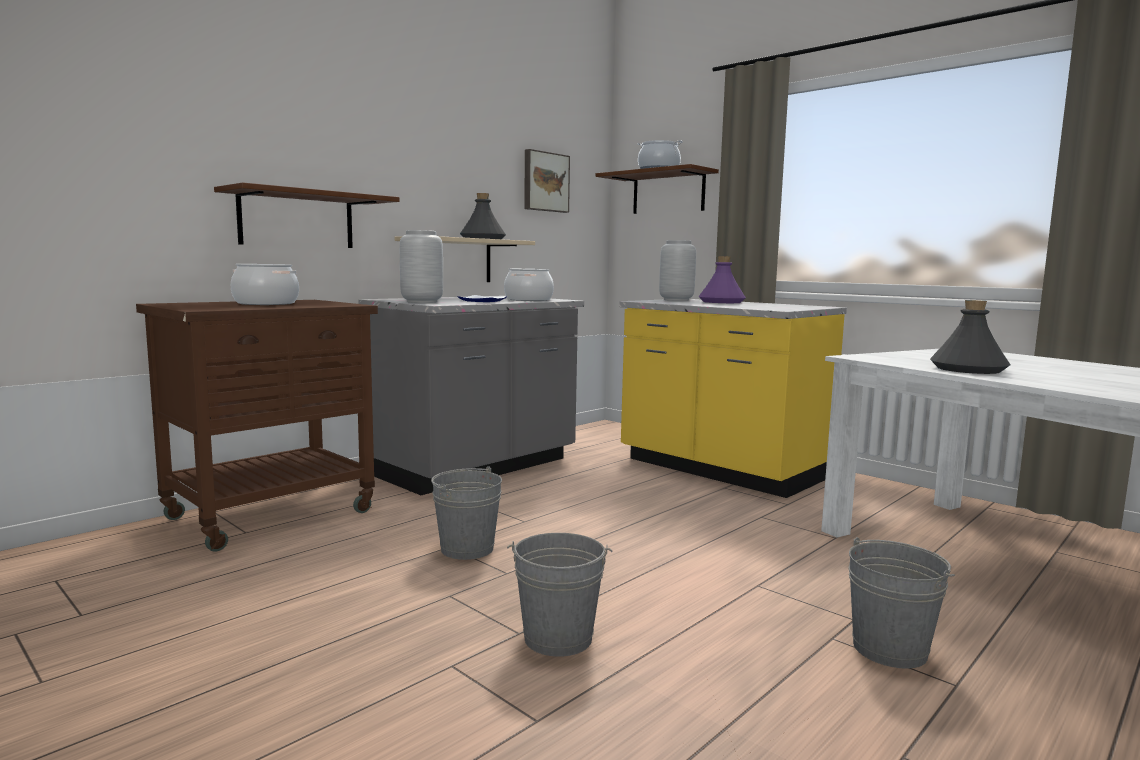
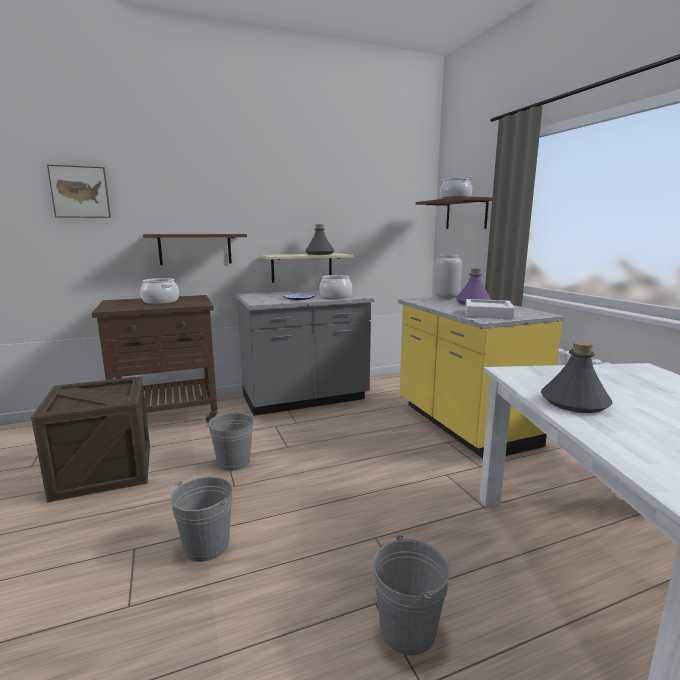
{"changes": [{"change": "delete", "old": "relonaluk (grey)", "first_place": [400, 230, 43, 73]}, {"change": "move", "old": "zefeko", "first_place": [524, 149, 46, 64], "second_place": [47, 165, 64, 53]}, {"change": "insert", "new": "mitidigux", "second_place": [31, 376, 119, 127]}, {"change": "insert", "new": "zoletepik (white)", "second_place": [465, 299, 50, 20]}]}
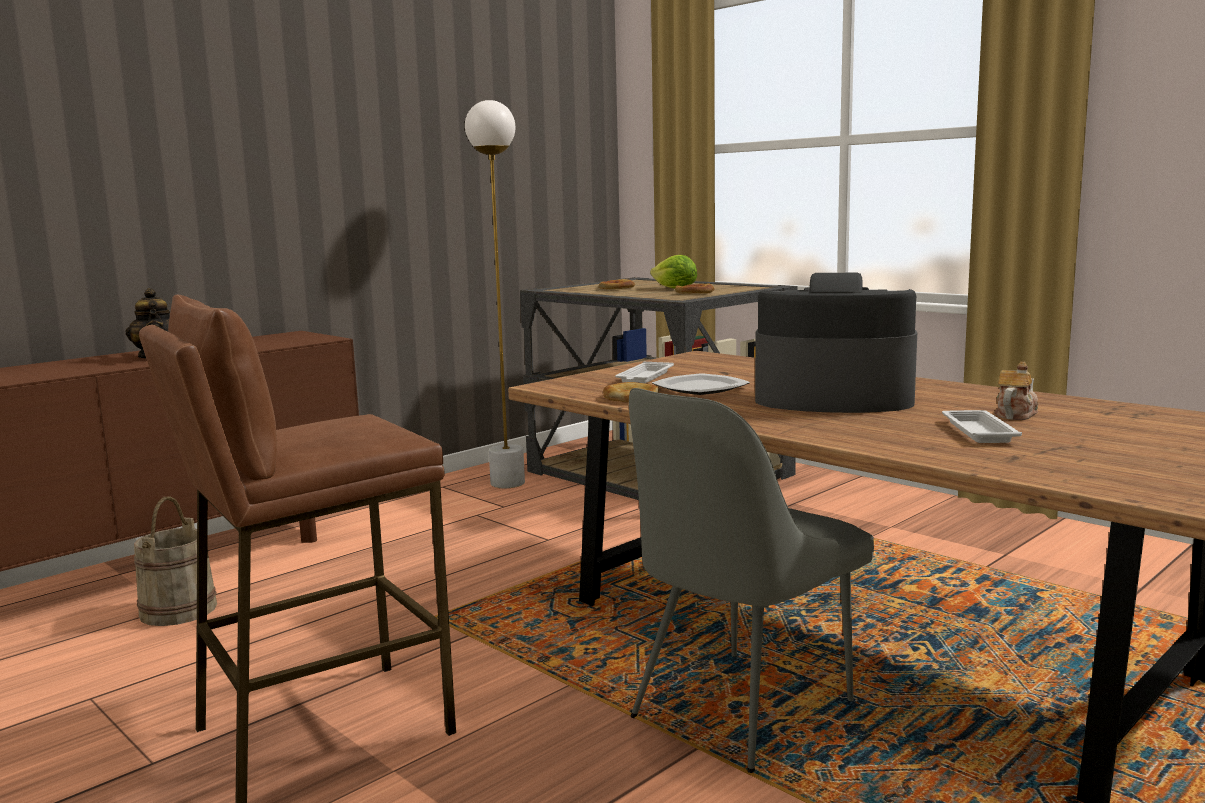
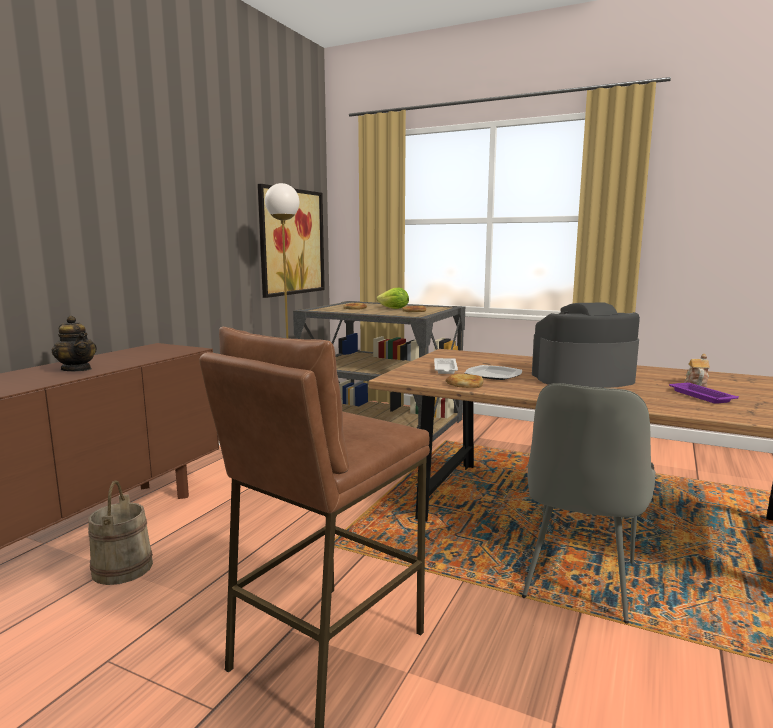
{"changes": [{"change": "recolor", "old": "zoletepik (white)", "new": "zoletepik (purple)", "first_place": [942, 410, 80, 33], "second_place": [669, 383, 70, 21]}, {"change": "insert", "new": "zefeko", "second_place": [258, 184, 67, 114]}]}
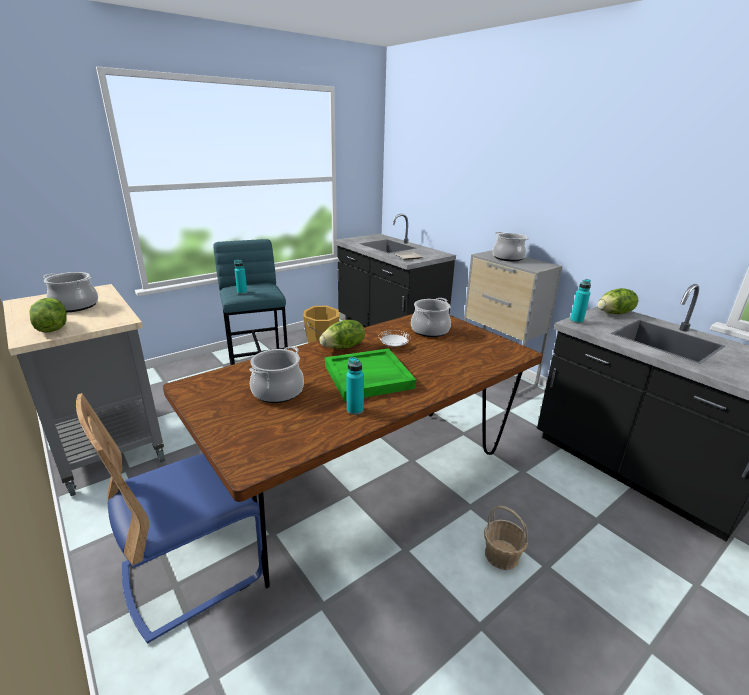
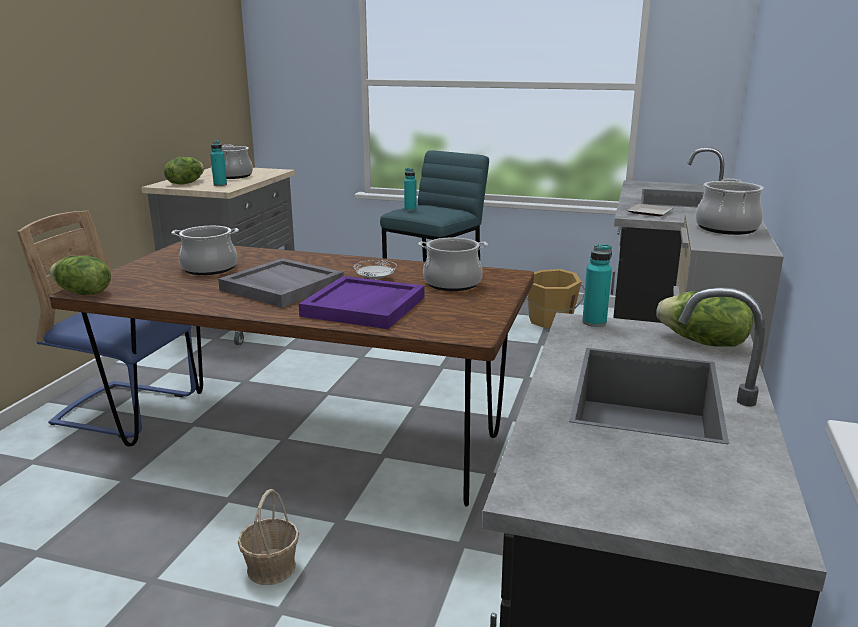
{"changes": [{"change": "move", "old": "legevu", "first_place": [319, 320, 46, 29], "second_place": [49, 255, 62, 40]}, {"change": "recolor", "old": "zoletepik (green)", "new": "zoletepik (grey)", "first_place": [325, 348, 91, 53], "second_place": [218, 258, 126, 50]}, {"change": "move", "old": "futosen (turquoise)", "first_place": [346, 357, 18, 58], "second_place": [210, 140, 17, 46]}, {"change": "insert", "new": "zoletepik (purple)", "second_place": [299, 276, 126, 53]}]}
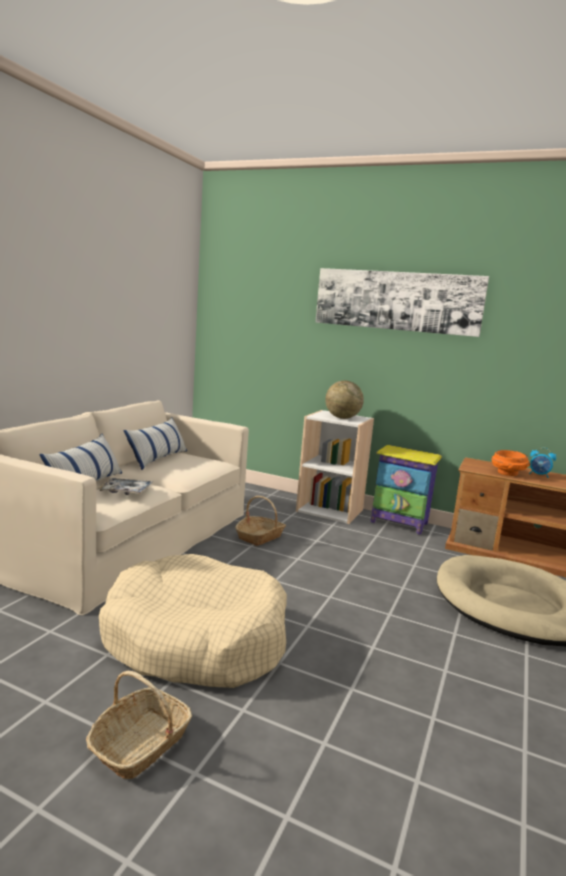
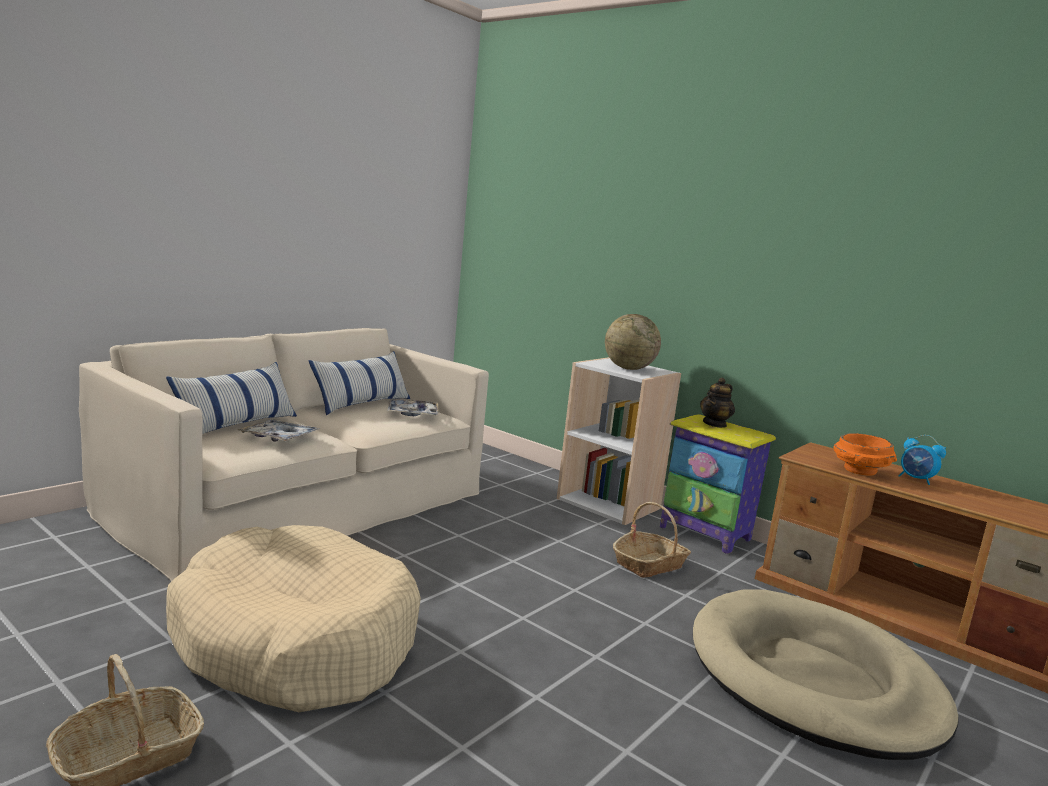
{"changes": [{"change": "move", "old": "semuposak", "first_place": [235, 496, 51, 50], "second_place": [613, 502, 78, 76]}, {"change": "delete", "old": "zefeko", "first_place": [315, 268, 174, 69]}, {"change": "insert", "new": "zoletepik", "second_place": [387, 399, 51, 17]}, {"change": "insert", "new": "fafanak", "second_place": [700, 377, 35, 51]}]}
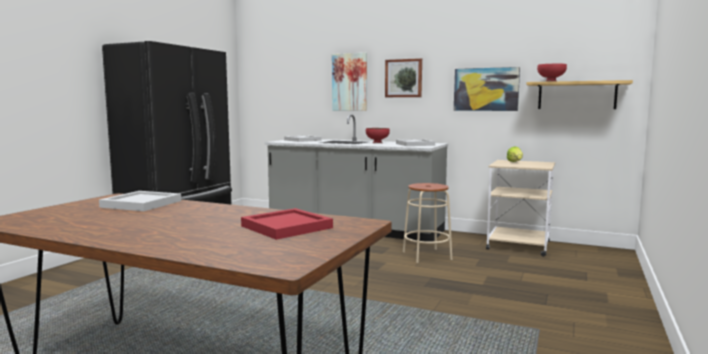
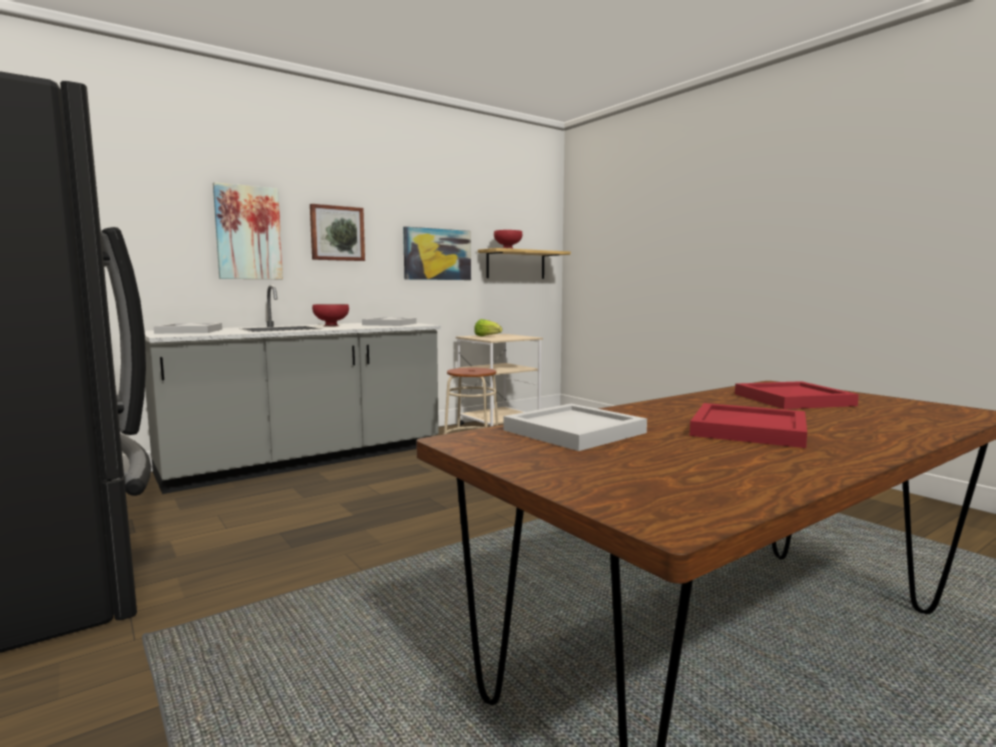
{"changes": [{"change": "insert", "new": "zoletepik (red)", "second_place": [690, 403, 117, 45]}]}
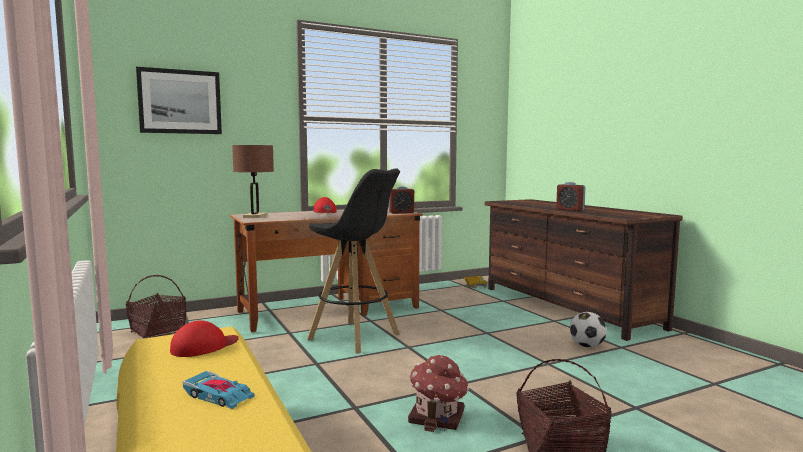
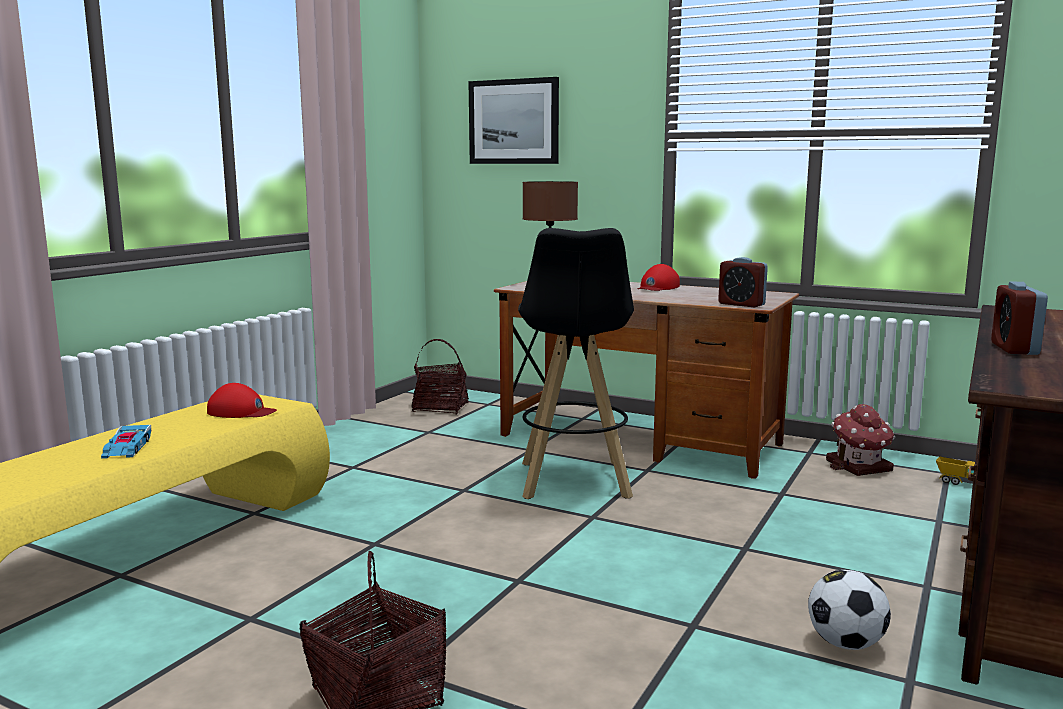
{"changes": [{"change": "move", "old": "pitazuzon", "first_place": [408, 355, 61, 77], "second_place": [826, 404, 69, 72]}]}
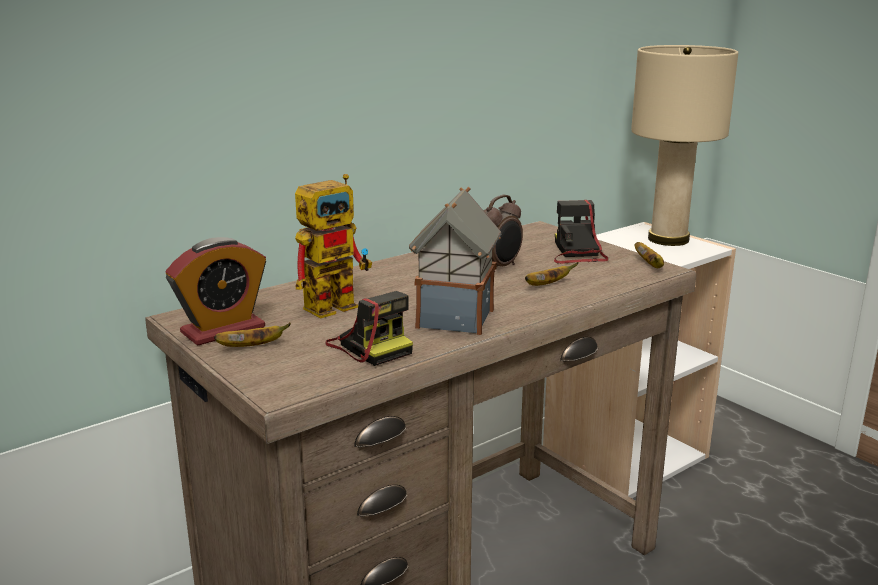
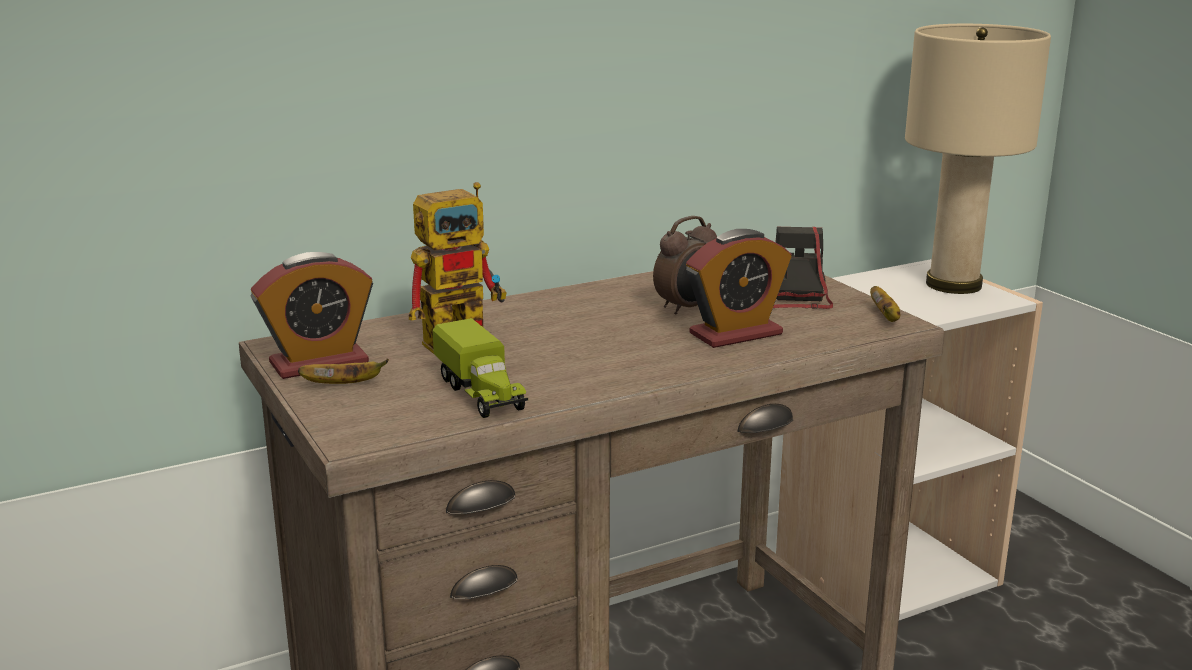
{"changes": [{"change": "replace", "old": "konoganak", "new": "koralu", "first_place": [325, 291, 88, 75], "second_place": [433, 318, 95, 100]}, {"change": "delete", "old": "pitazuzon", "first_place": [409, 187, 92, 148]}, {"change": "replace", "old": "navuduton", "new": "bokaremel", "first_place": [525, 262, 54, 24], "second_place": [686, 229, 106, 119]}]}
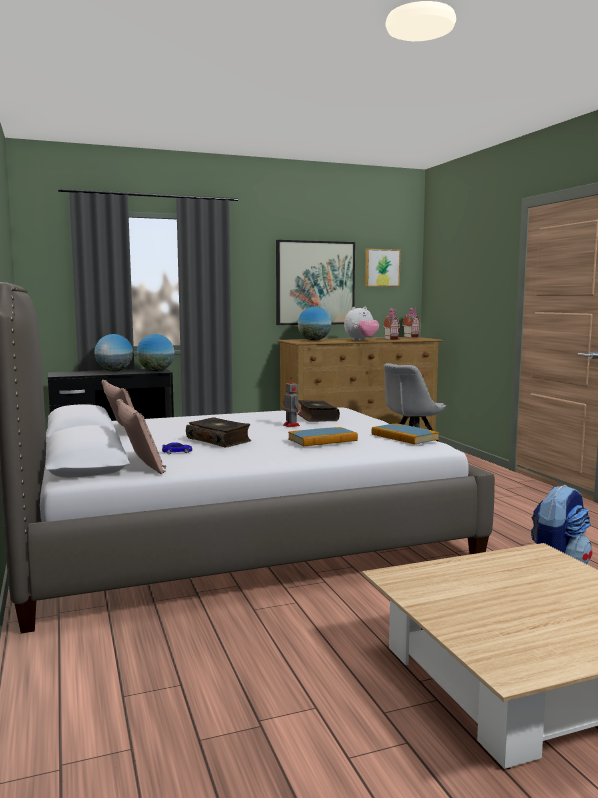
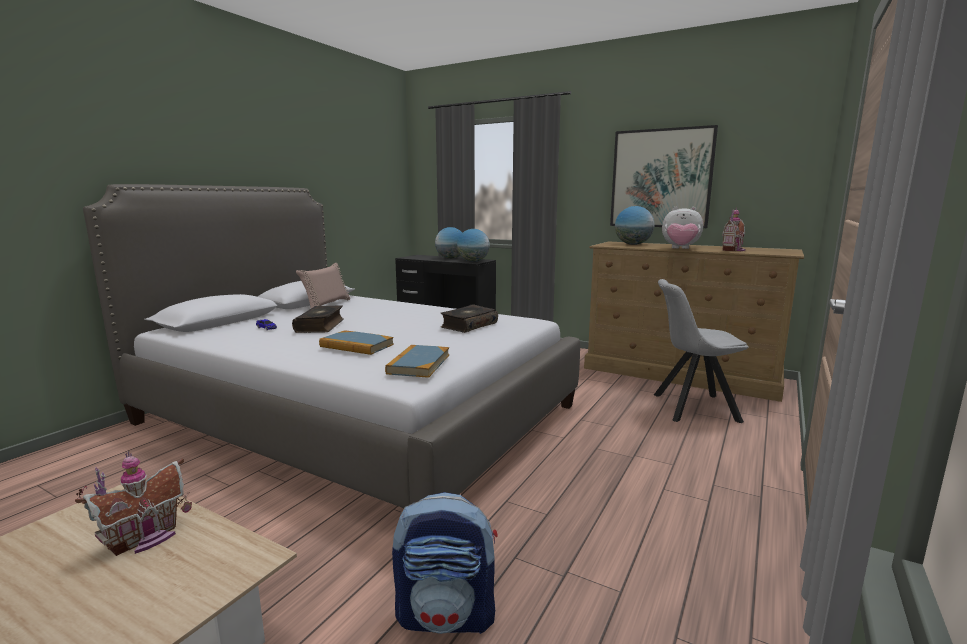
{"changes": [{"change": "delete", "old": "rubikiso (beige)", "first_place": [116, 399, 50, 75]}, {"change": "delete", "old": "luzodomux", "first_place": [283, 377, 19, 50]}, {"change": "delete", "old": "zefeko", "first_place": [365, 249, 36, 38]}, {"change": "move", "old": "pitazuzon", "first_place": [402, 306, 19, 32], "second_place": [75, 451, 117, 105]}]}
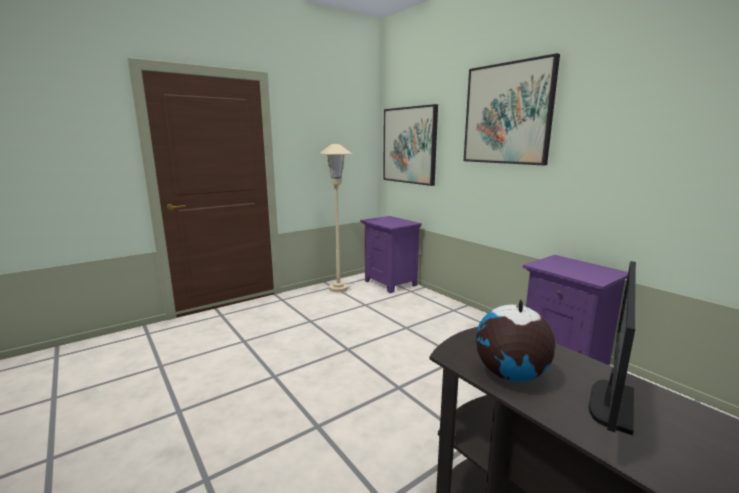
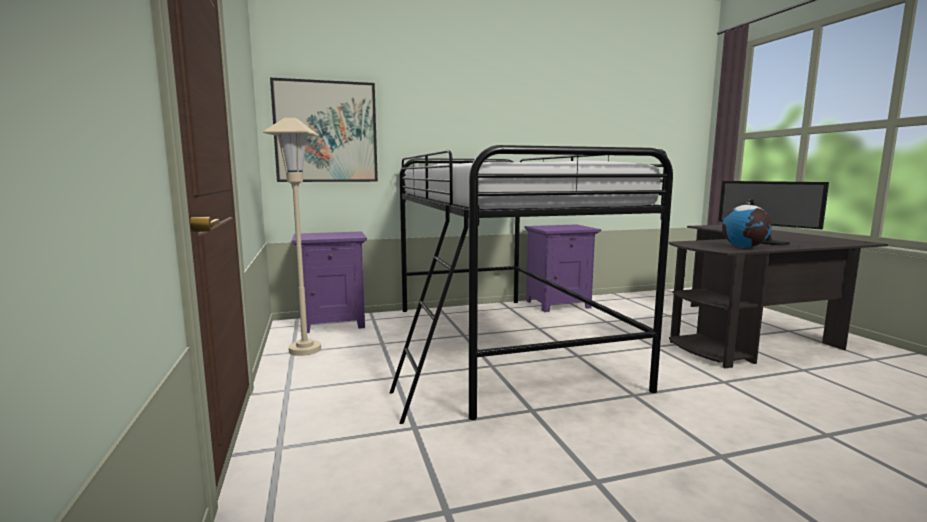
{"changes": [{"change": "delete", "old": "zefeko", "first_place": [464, 53, 96, 112]}, {"change": "insert", "new": "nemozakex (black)", "second_place": [390, 145, 283, 279]}]}
